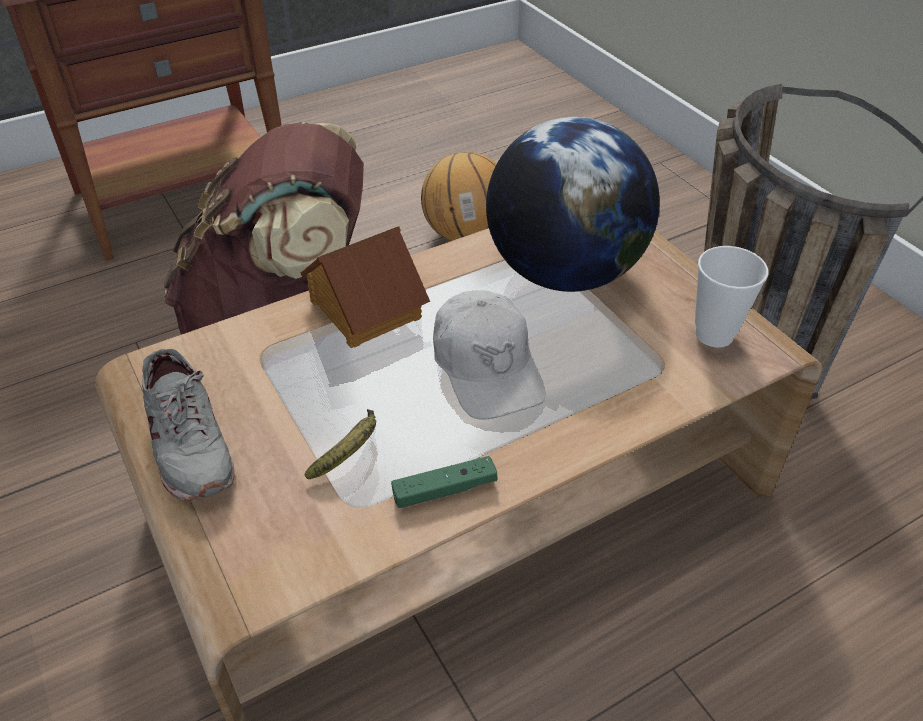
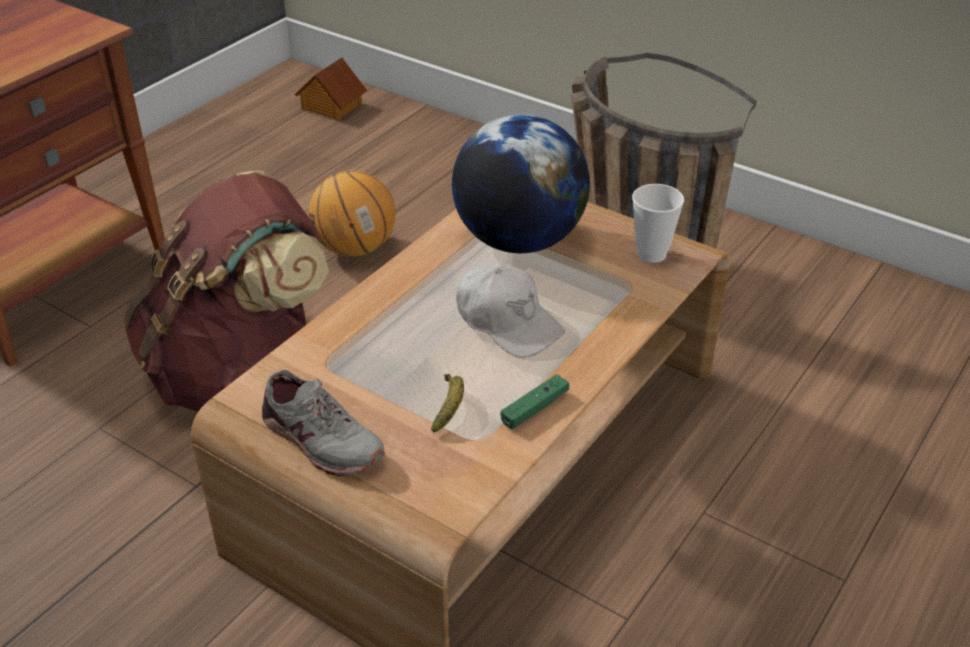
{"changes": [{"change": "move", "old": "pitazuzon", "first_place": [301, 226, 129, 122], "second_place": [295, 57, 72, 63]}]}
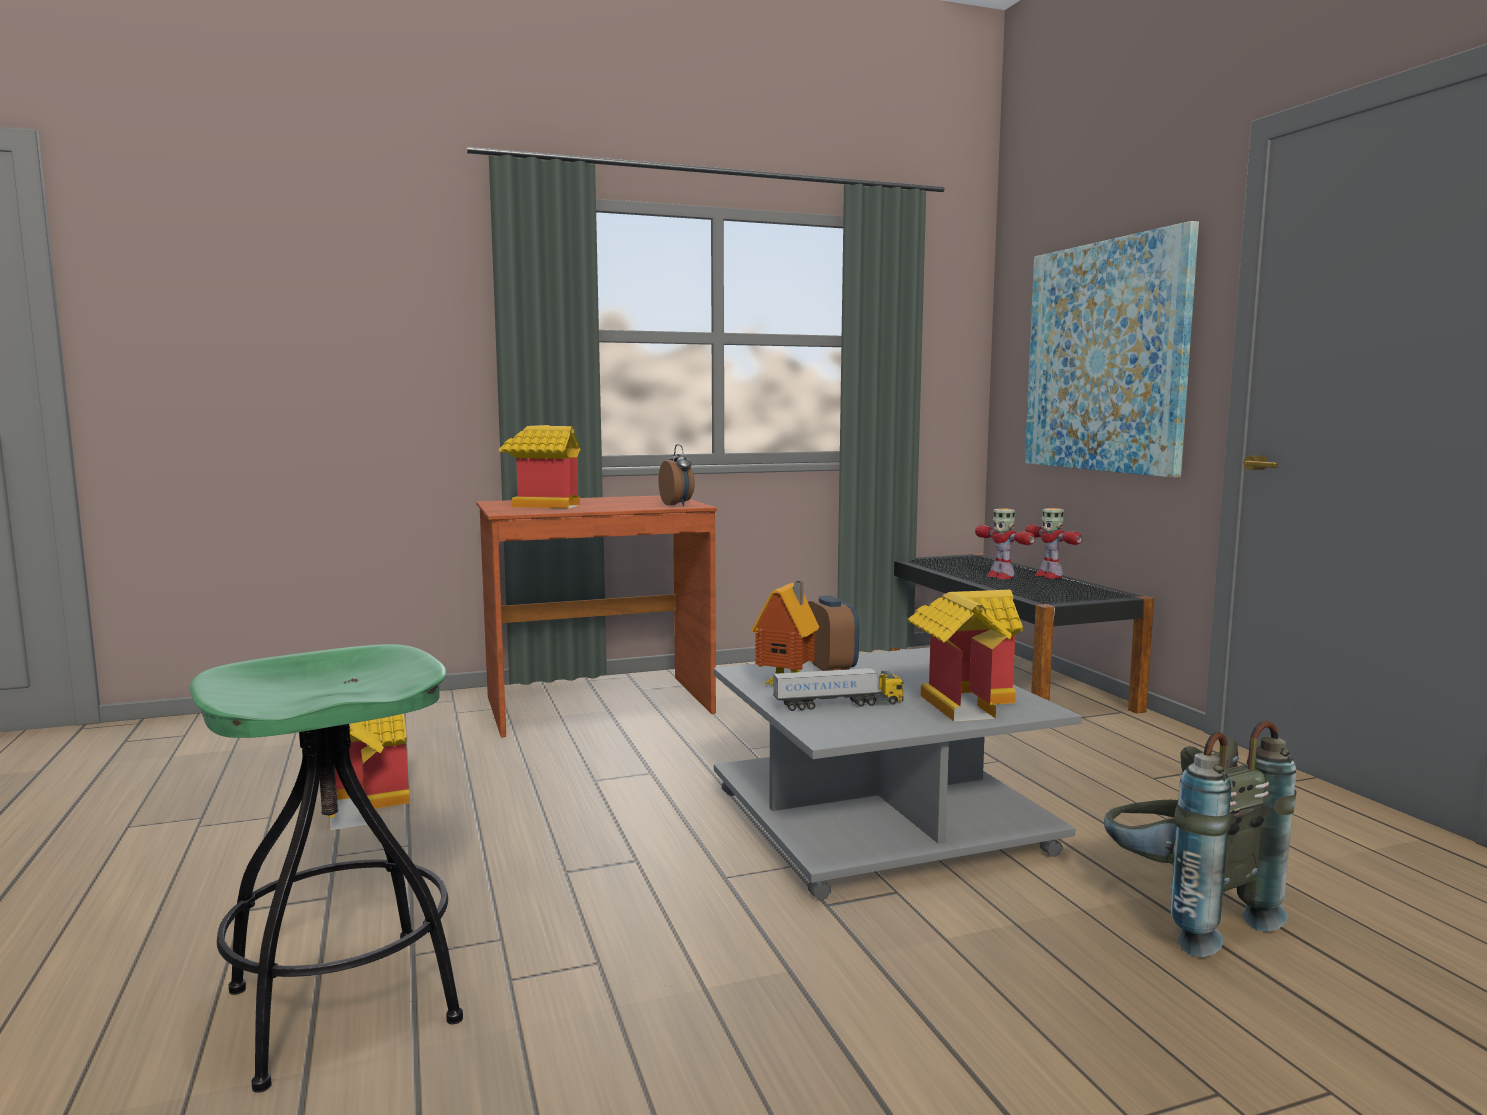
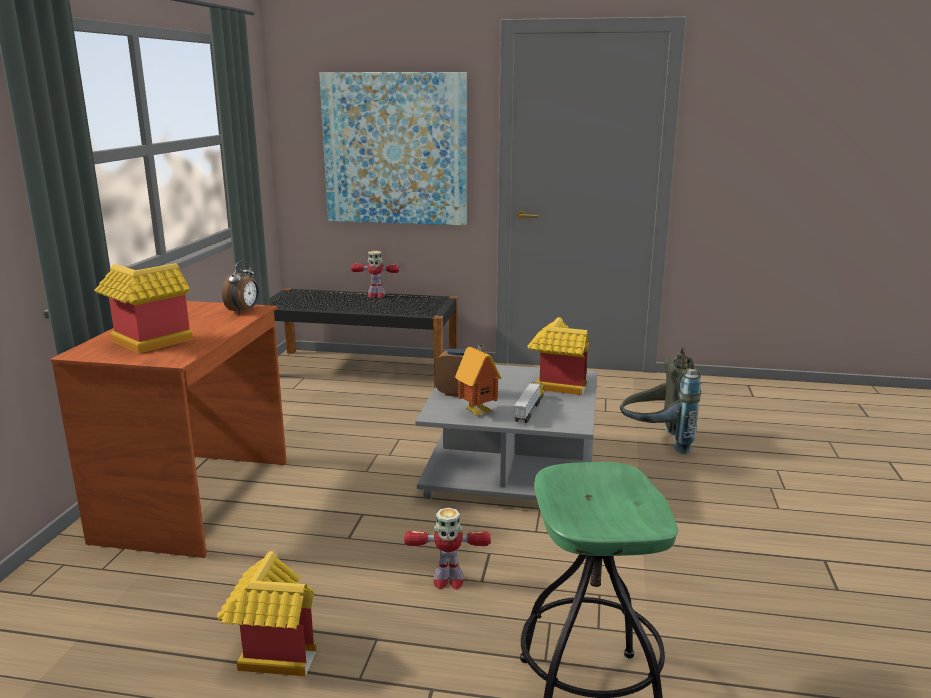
{"changes": [{"change": "rotate", "old": "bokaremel", "first_place": [658, 444, 37, 62], "second_place": [222, 260, 37, 54], "degrees": 105}, {"change": "move", "old": "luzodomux", "first_place": [975, 508, 60, 71], "second_place": [404, 508, 87, 81]}]}
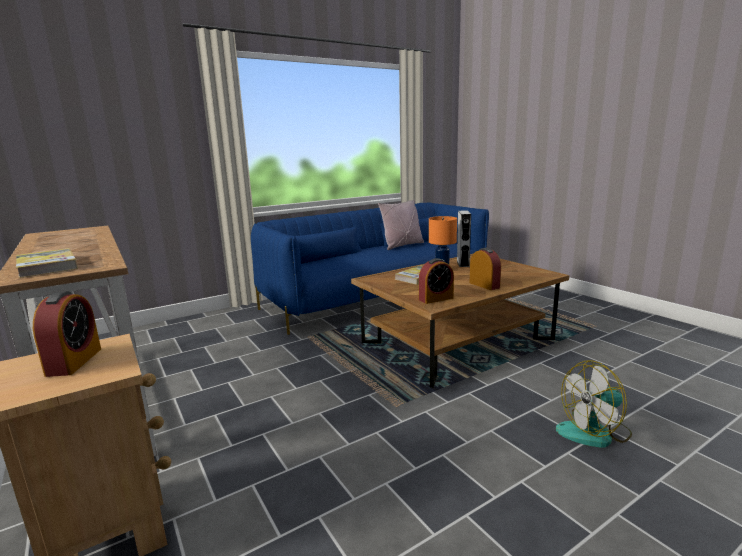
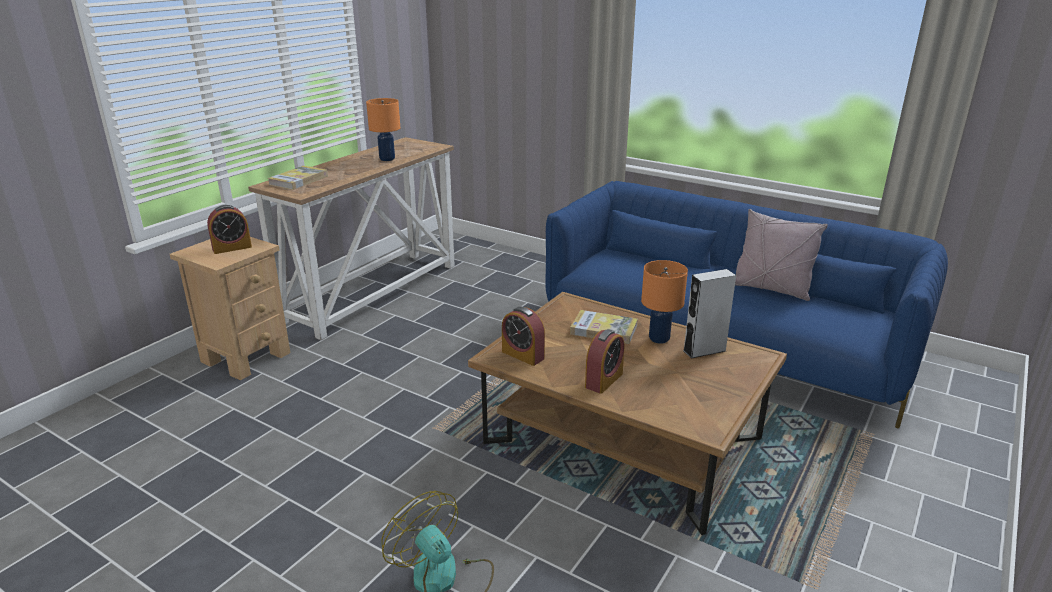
{"changes": [{"change": "insert", "new": "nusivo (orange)", "second_place": [366, 98, 34, 63]}]}
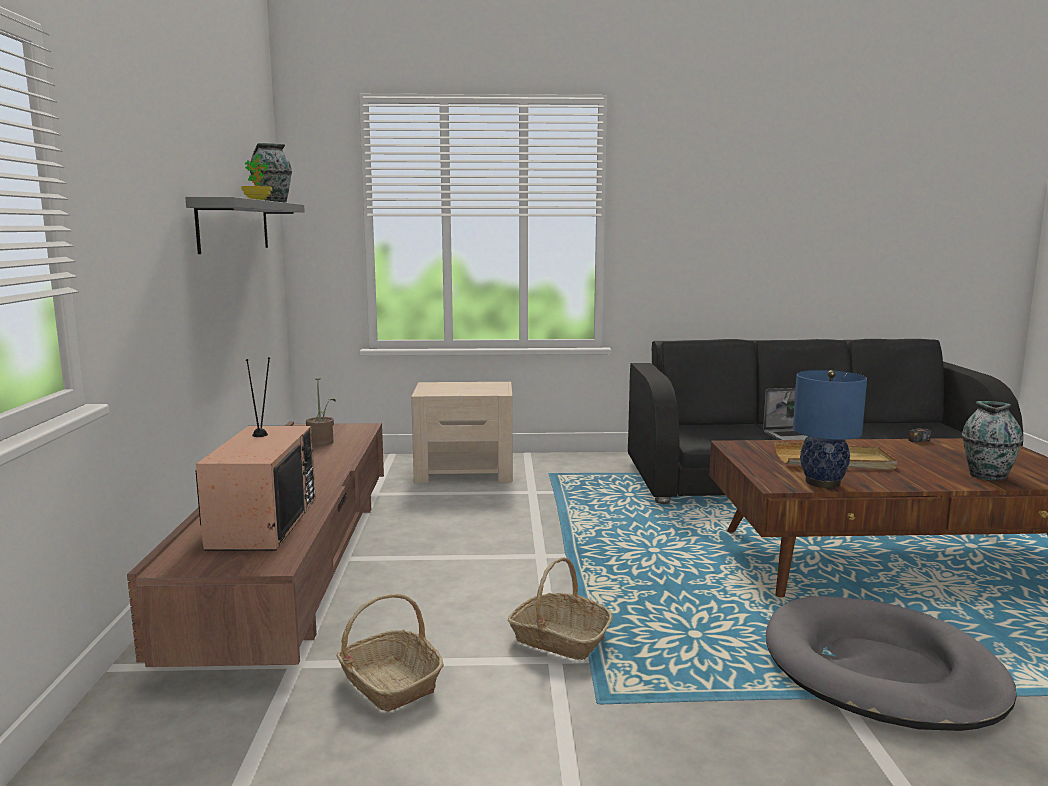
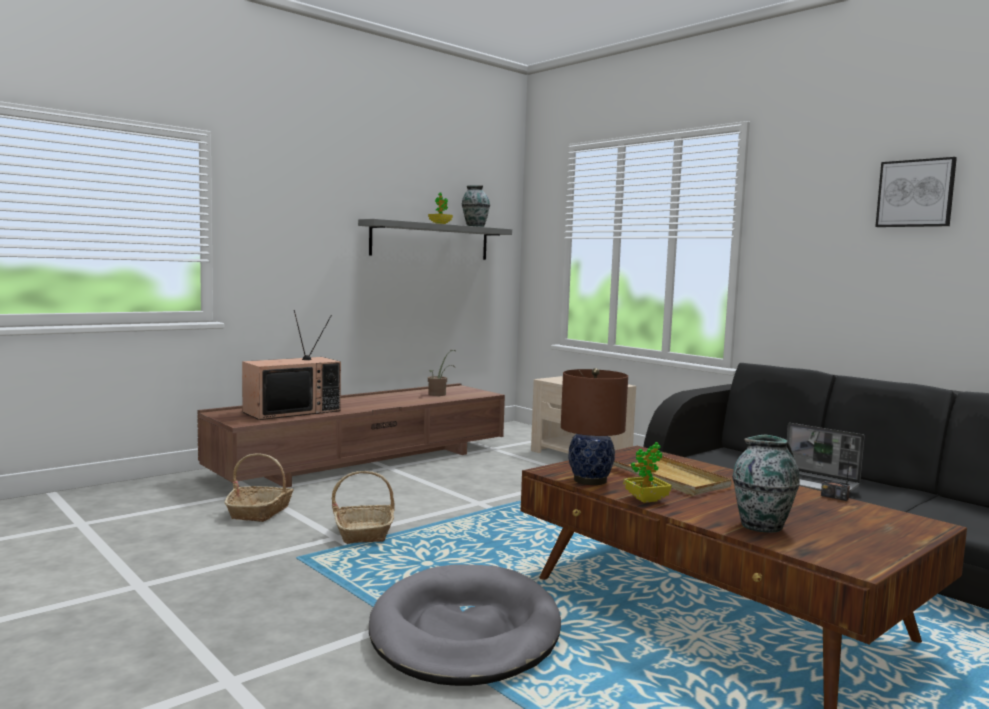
{"changes": [{"change": "recolor", "old": "nusivo (blue)", "new": "nusivo (brown)", "first_place": [793, 370, 74, 118], "second_place": [561, 368, 67, 117]}, {"change": "insert", "new": "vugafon", "second_place": [623, 442, 49, 61]}, {"change": "insert", "new": "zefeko", "second_place": [875, 157, 82, 70]}]}
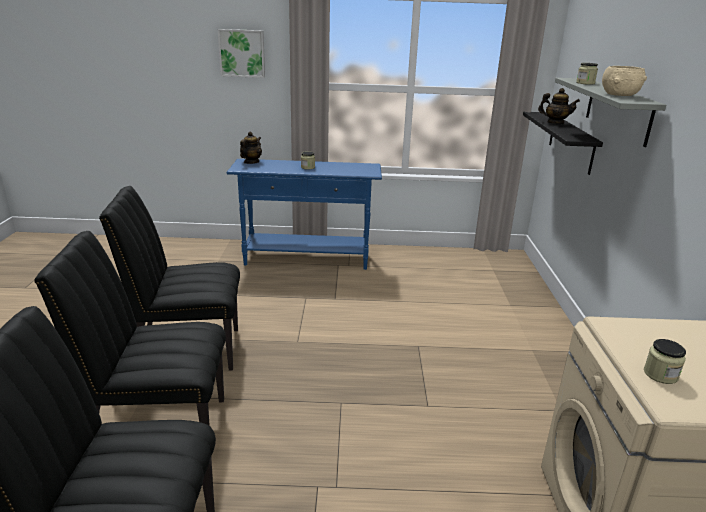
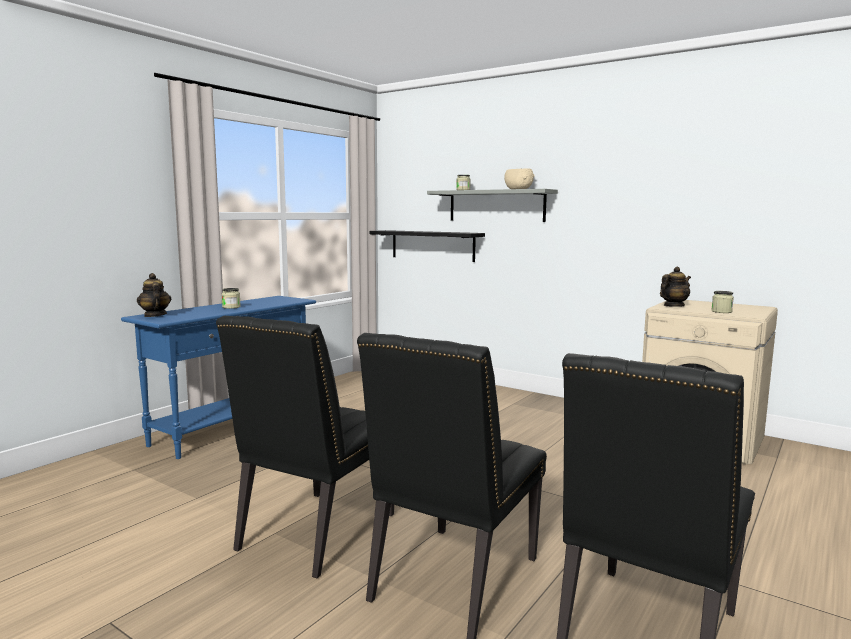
{"changes": [{"change": "delete", "old": "zefeko", "first_place": [218, 29, 47, 49]}, {"change": "move", "old": "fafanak", "first_place": [538, 88, 42, 36], "second_place": [660, 267, 31, 40]}]}
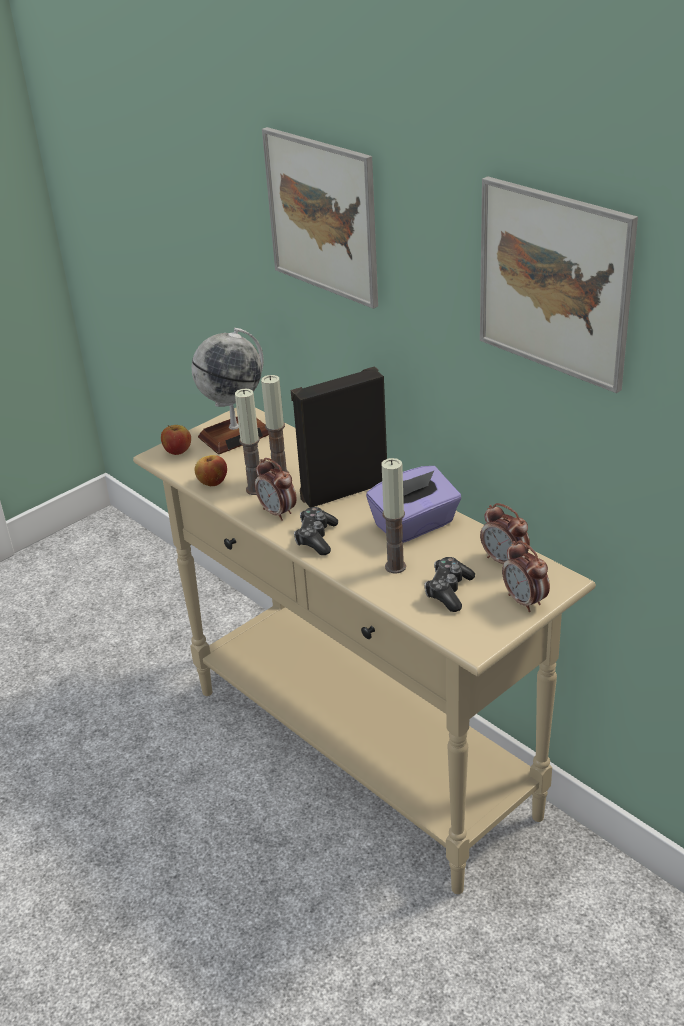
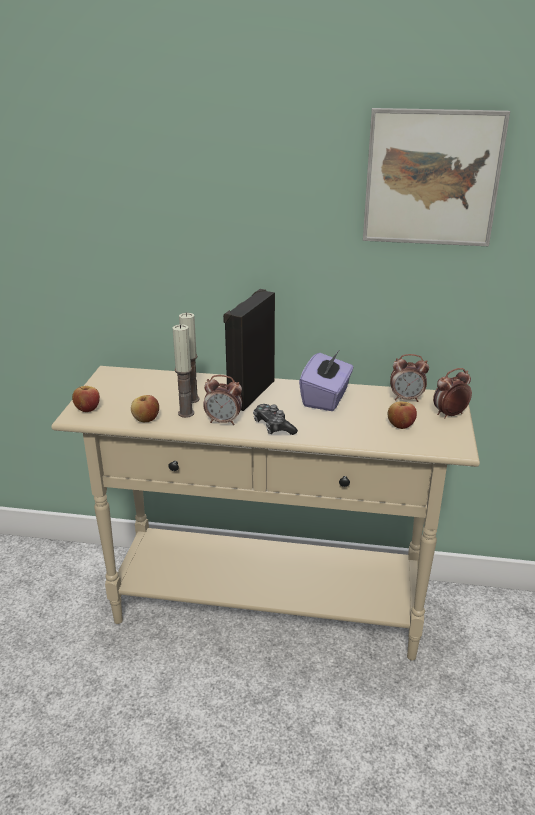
{"changes": [{"change": "delete", "old": "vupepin", "first_place": [191, 328, 78, 126]}, {"change": "delete", "old": "zefeko", "first_place": [262, 127, 116, 182]}, {"change": "delete", "old": "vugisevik", "first_place": [382, 458, 24, 116]}, {"change": "replace", "old": "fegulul", "new": "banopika", "first_place": [424, 557, 51, 55], "second_place": [388, 401, 29, 28]}, {"change": "rotate", "old": "bokaremel", "first_place": [502, 540, 48, 72], "second_place": [433, 368, 39, 50], "degrees": 135}]}
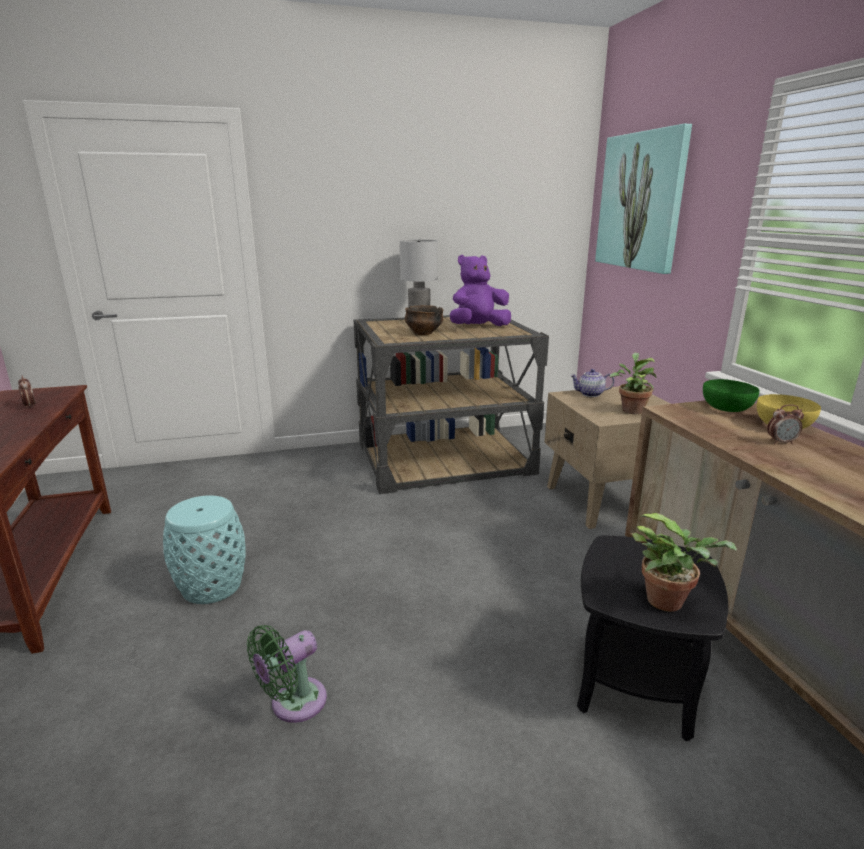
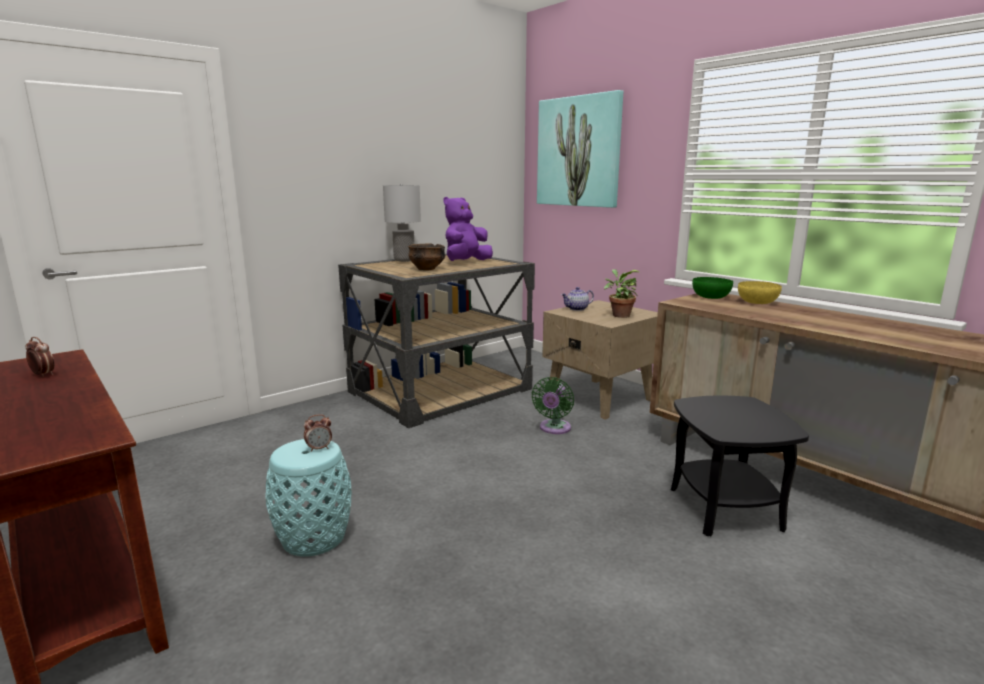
{"changes": [{"change": "move", "old": "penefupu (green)", "first_place": [247, 625, 80, 98], "second_place": [531, 377, 43, 57]}, {"change": "delete", "old": "vugafon", "first_place": [632, 513, 105, 99]}, {"change": "move", "old": "bokaremel", "first_place": [767, 404, 37, 40], "second_place": [304, 414, 28, 38]}]}
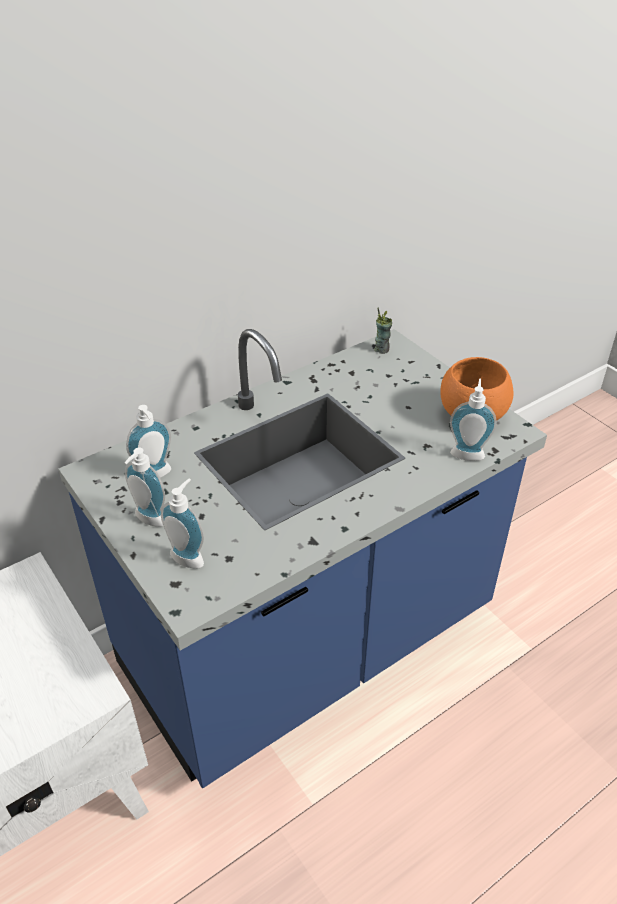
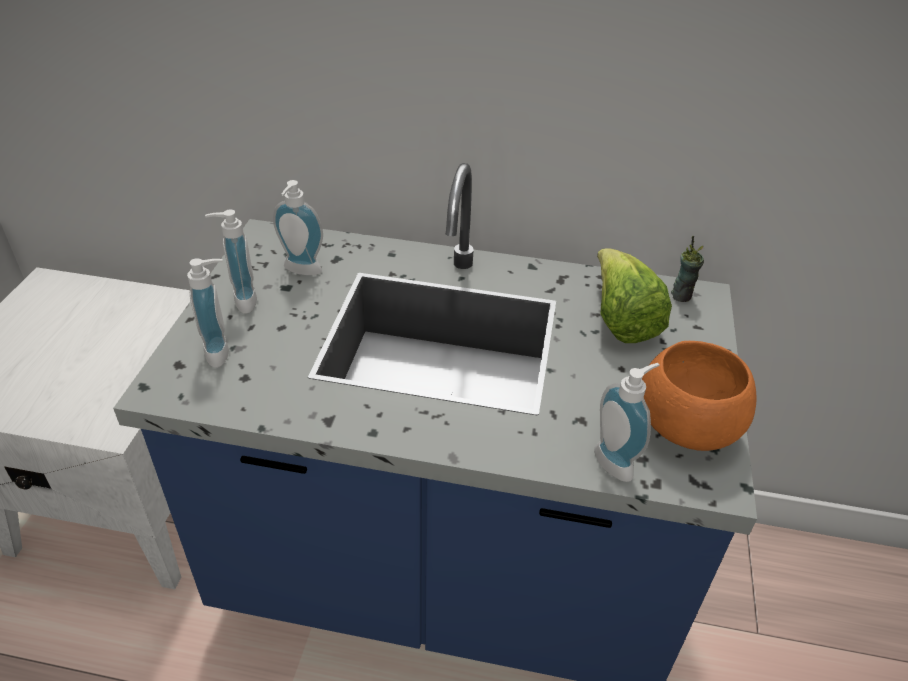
{"changes": [{"change": "insert", "new": "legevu", "second_place": [597, 248, 75, 95]}]}
